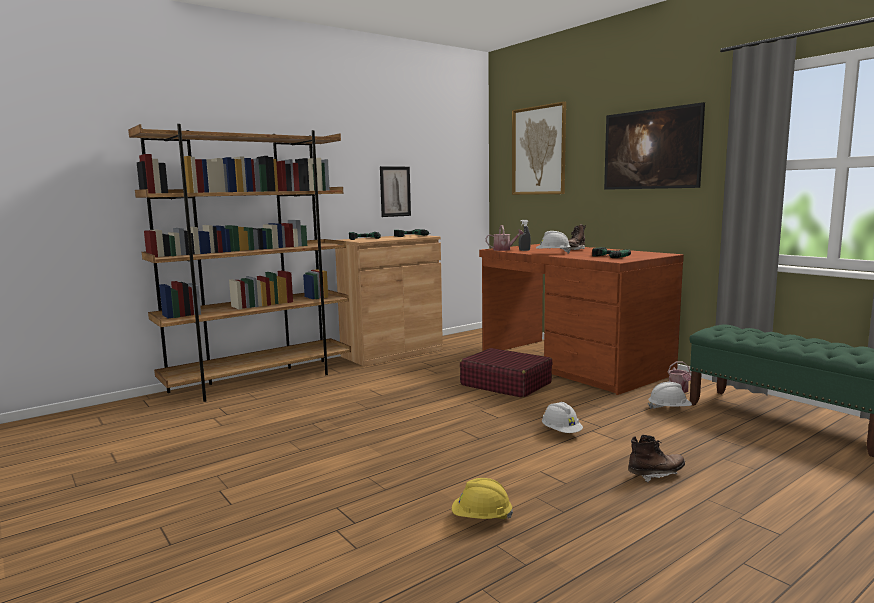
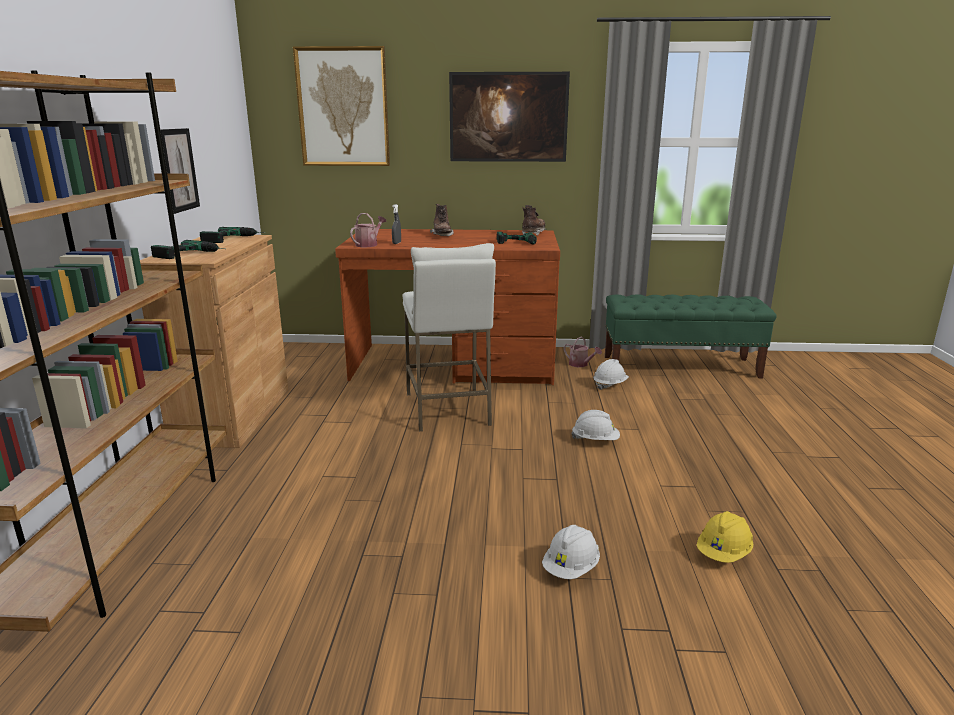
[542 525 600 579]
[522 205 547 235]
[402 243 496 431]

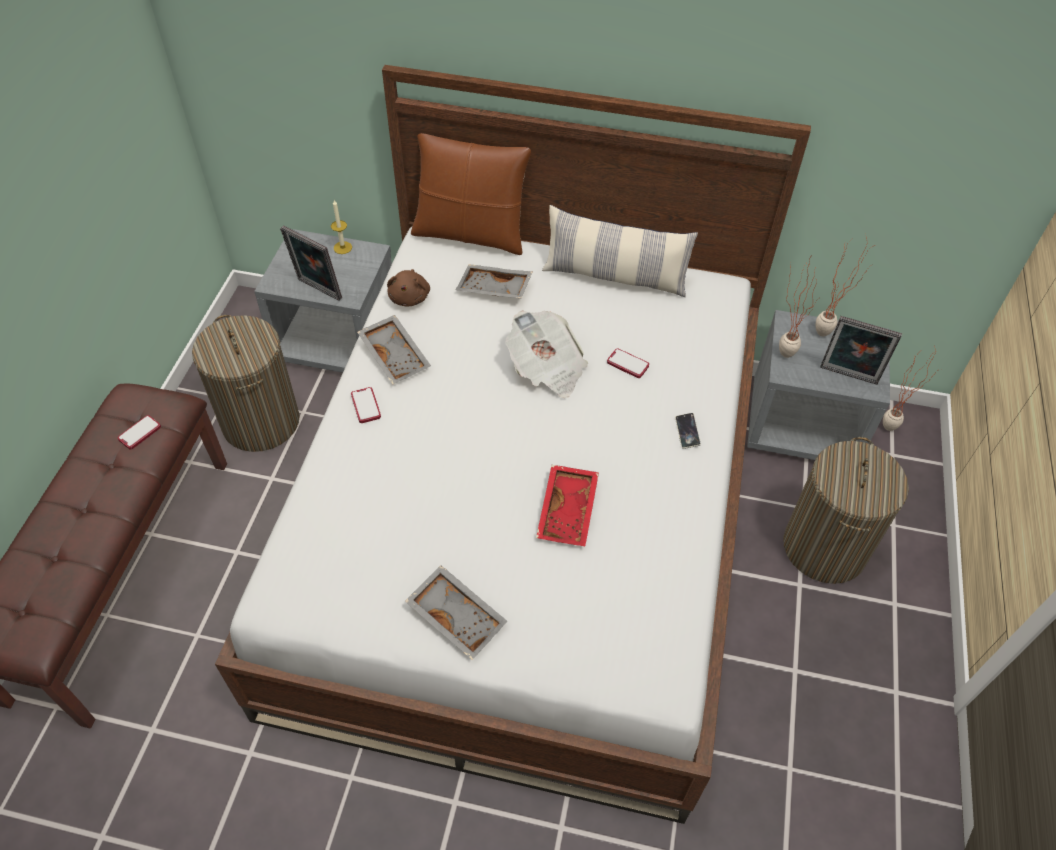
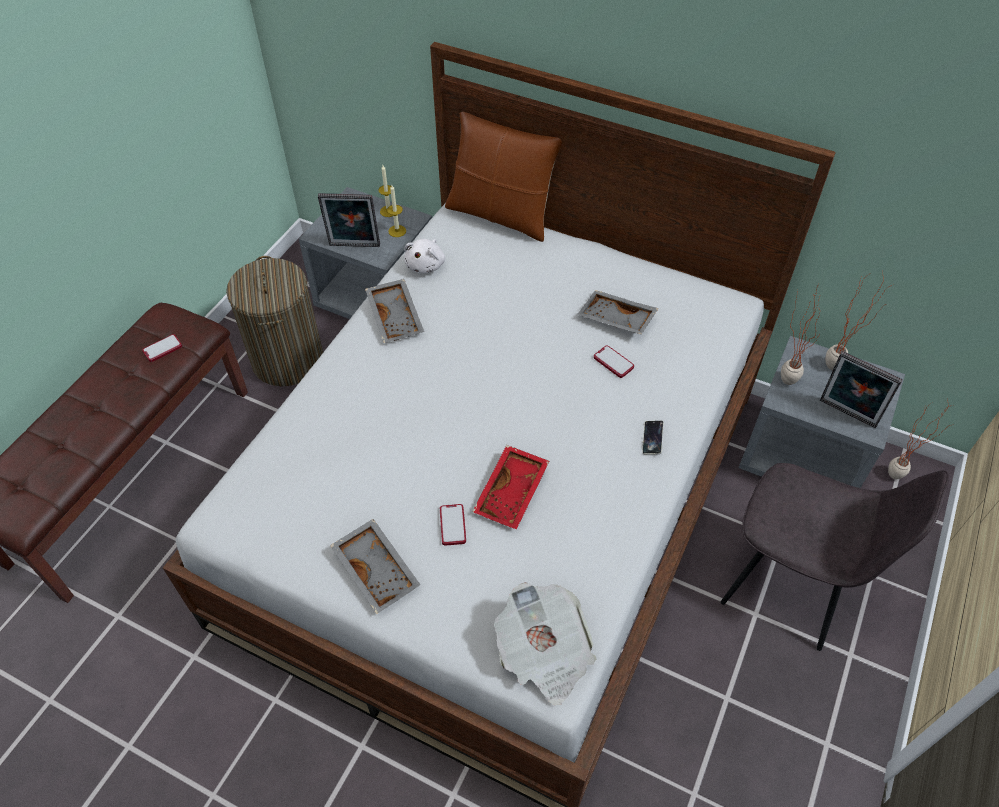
[542 205 698 297] (first image)
[387 186 406 237]
[440 504 466 545]
[577 290 659 334]
[494 582 596 705]
[721 463 949 651]
[404 239 445 273]
[318 193 380 247]

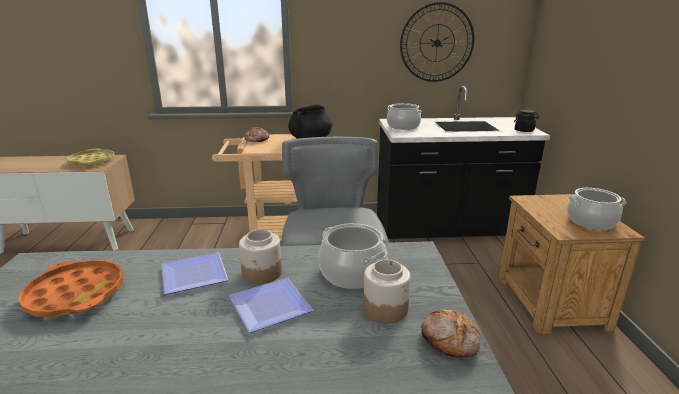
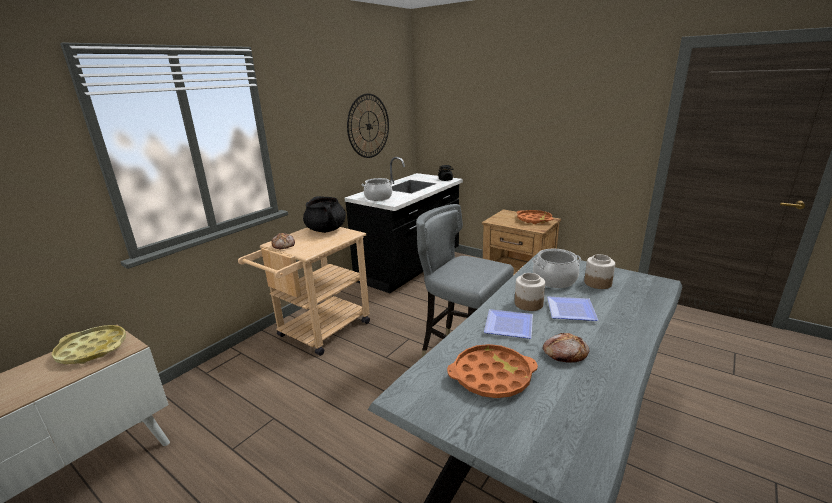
[543 333 589 363]
[517 210 554 224]

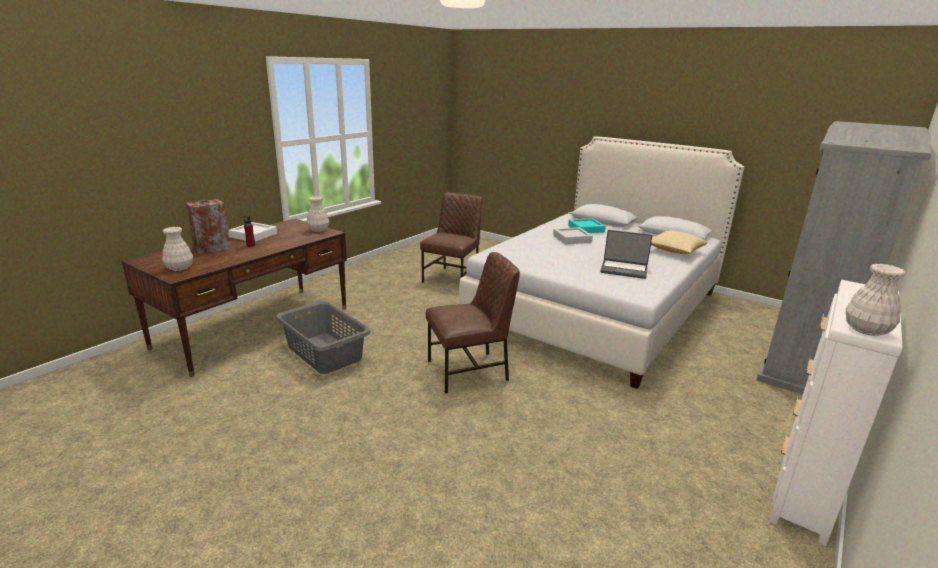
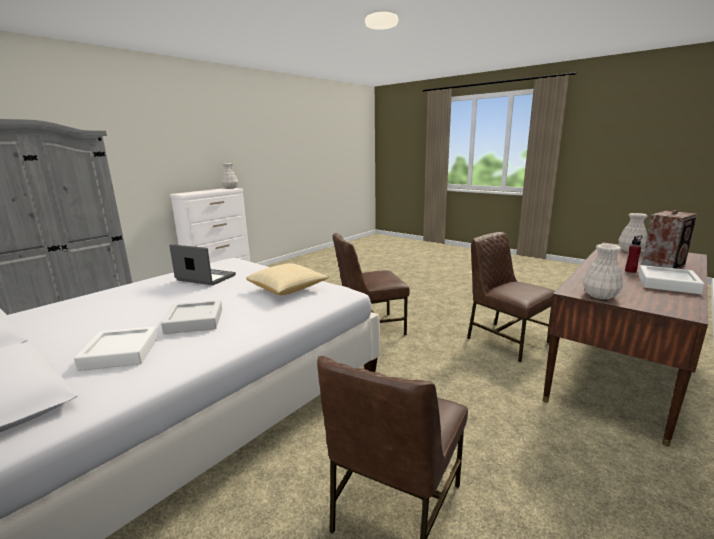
[246 264 328 295]
[467 232 555 362]
[74 326 158 371]

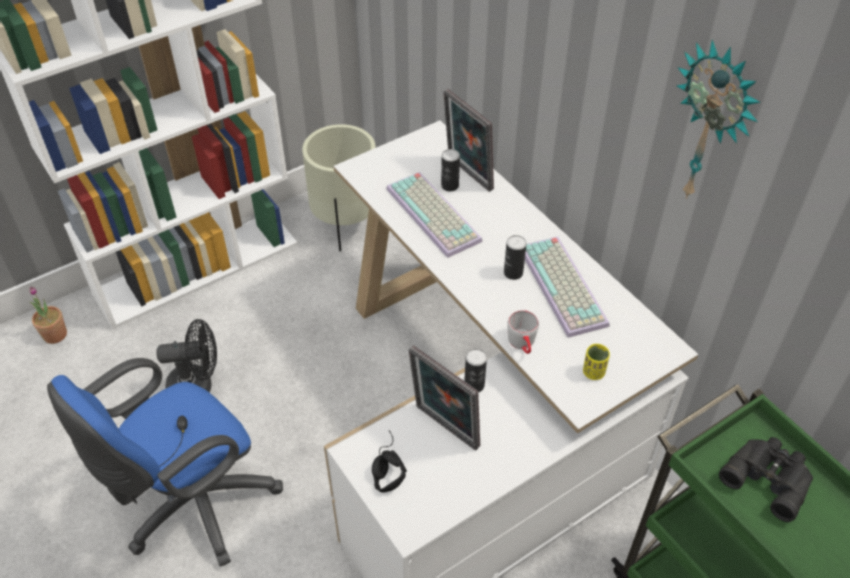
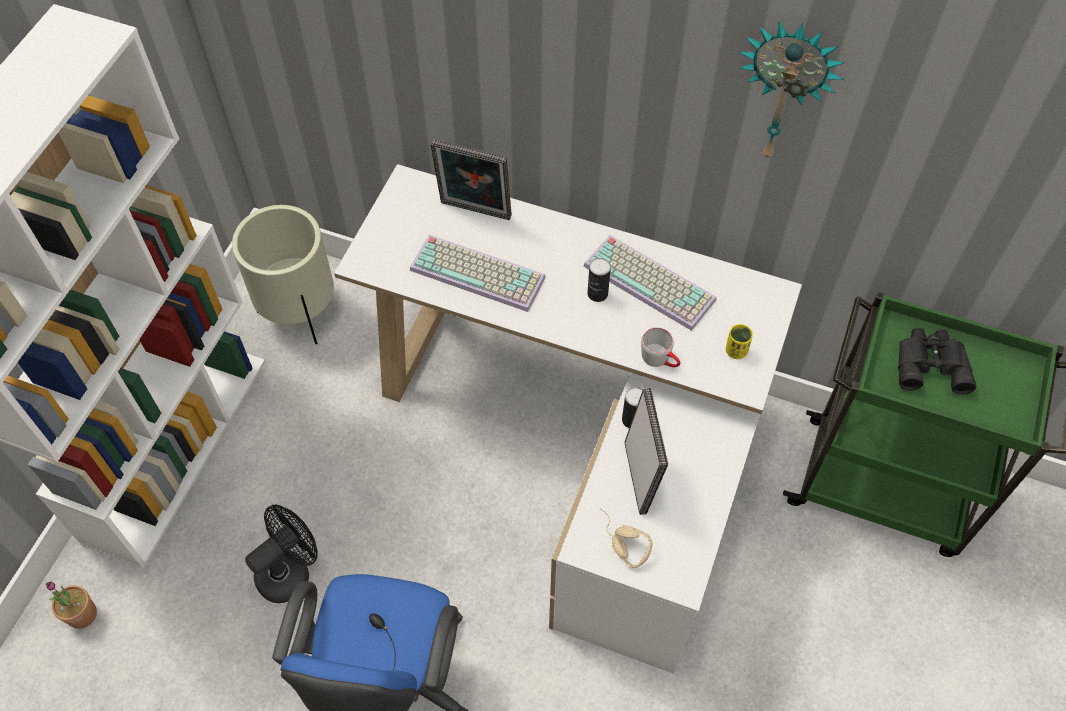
[441 149 460 191] (first image)
[599 508 653 568]
[624 388 668 515]

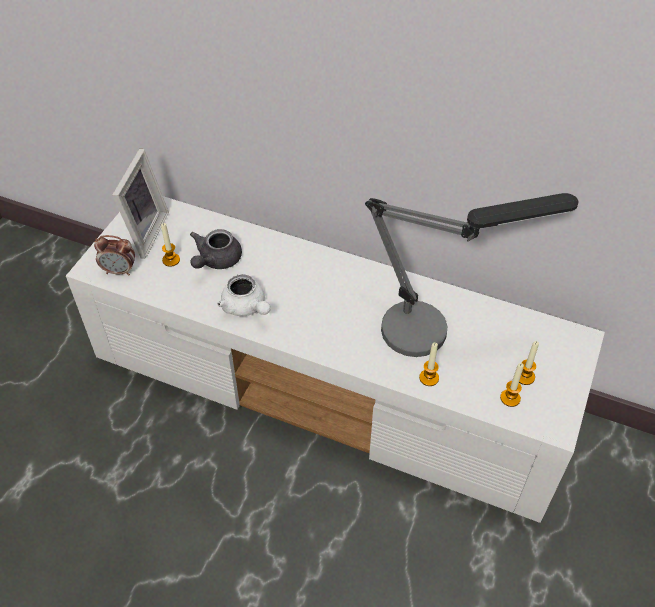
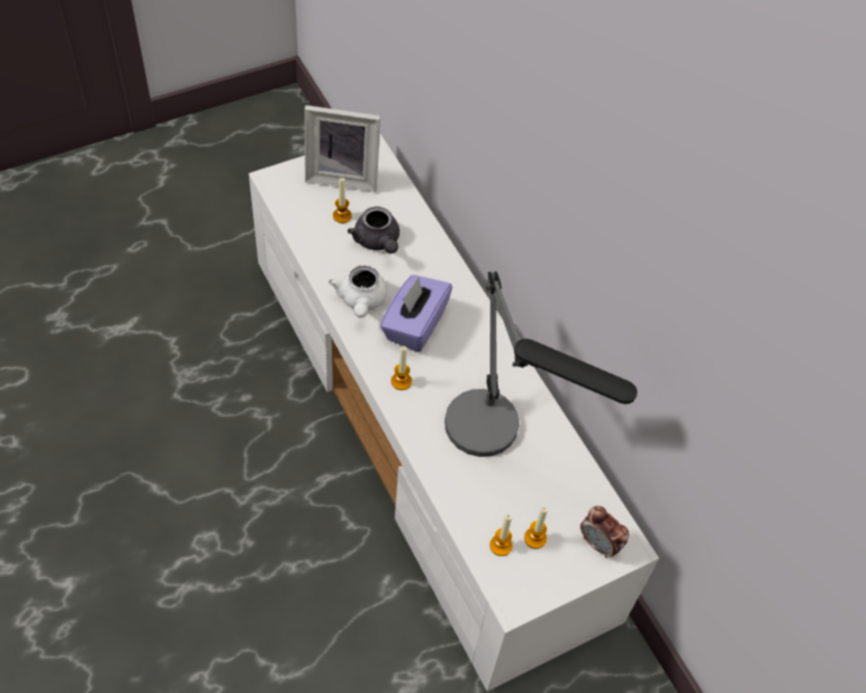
[380 275 453 352]
[580 506 629 558]
[391 346 412 390]
[305 105 381 192]
[347 206 400 254]

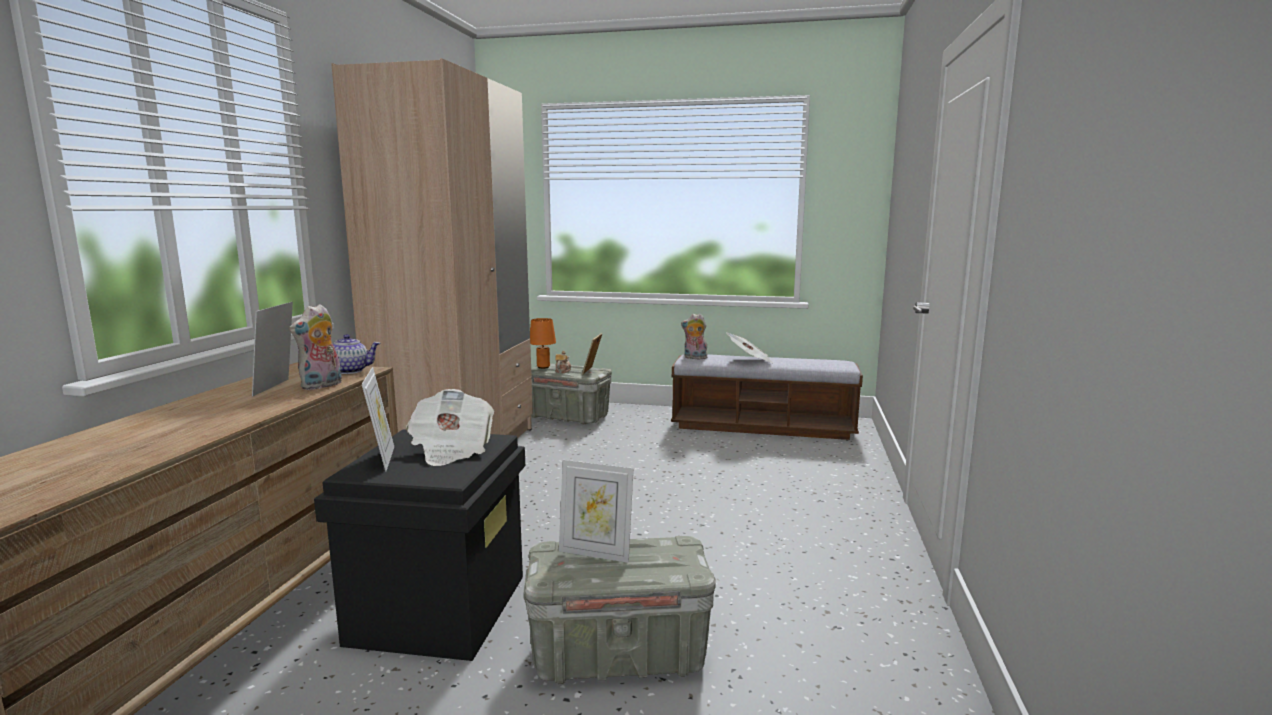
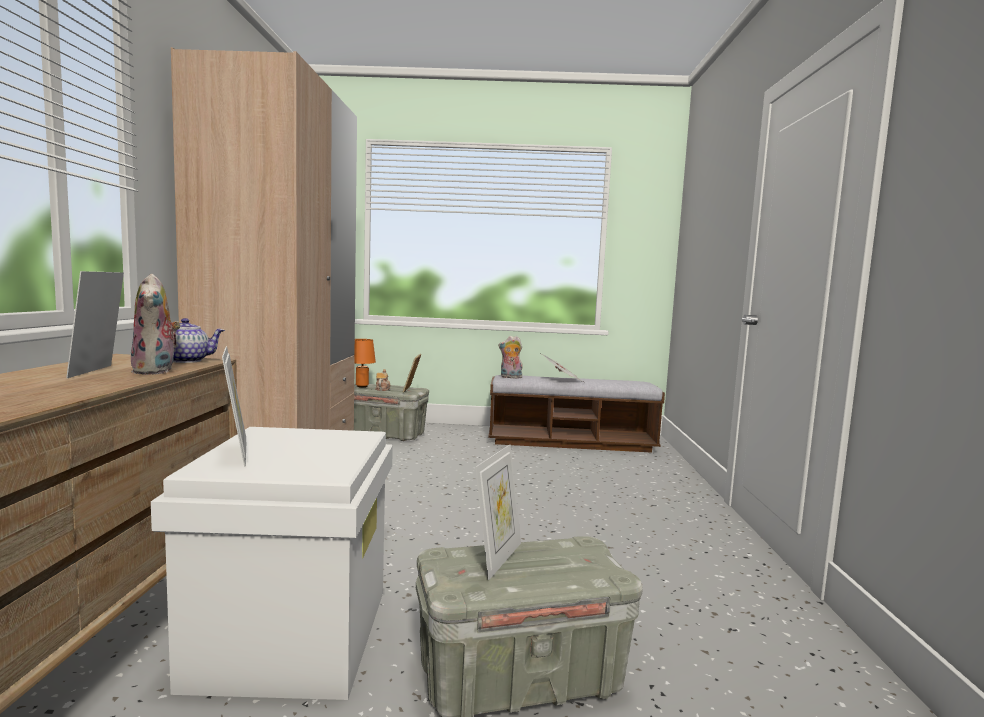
[406 389 494 466] (first image)
[151 427 393 700]
[131 274 180 375]
[476 444 521 580]

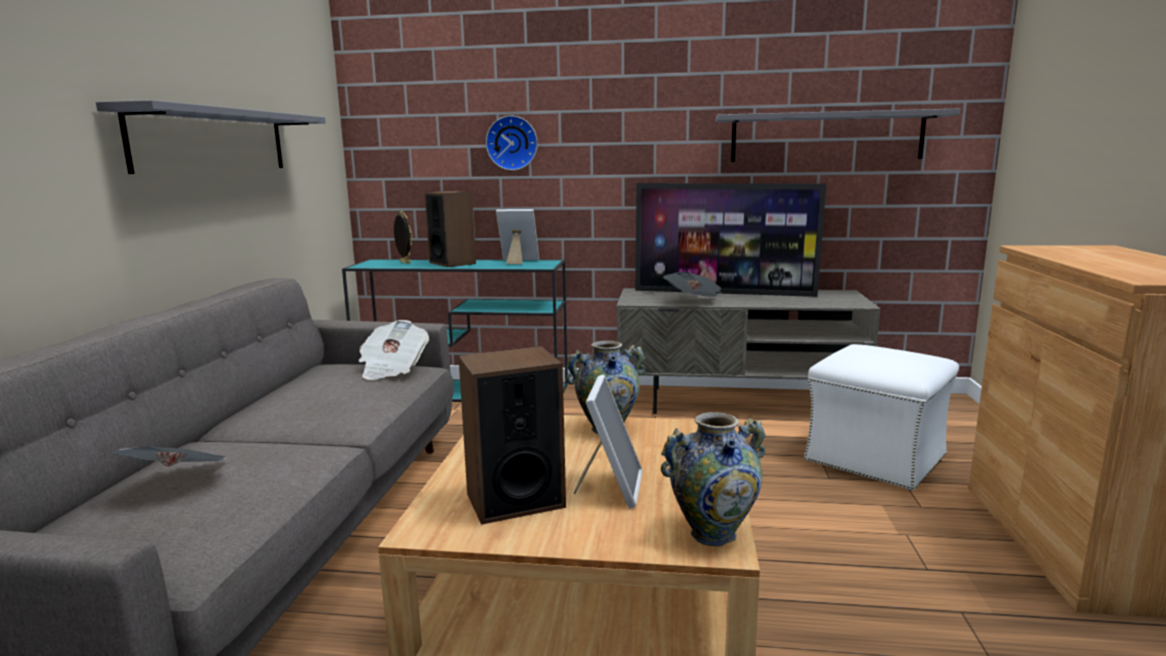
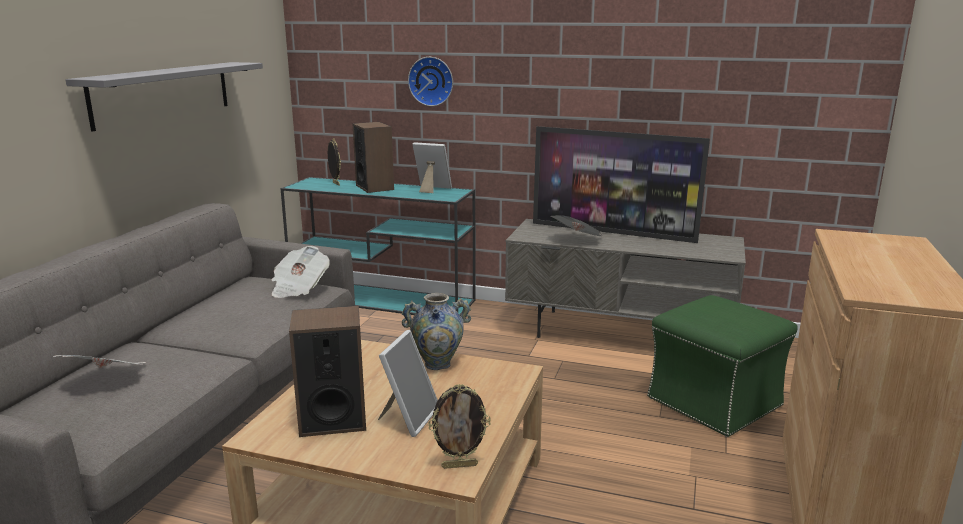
[716 108 960 162] (first image)
[428 384 491 469]
[647 295 798 437]

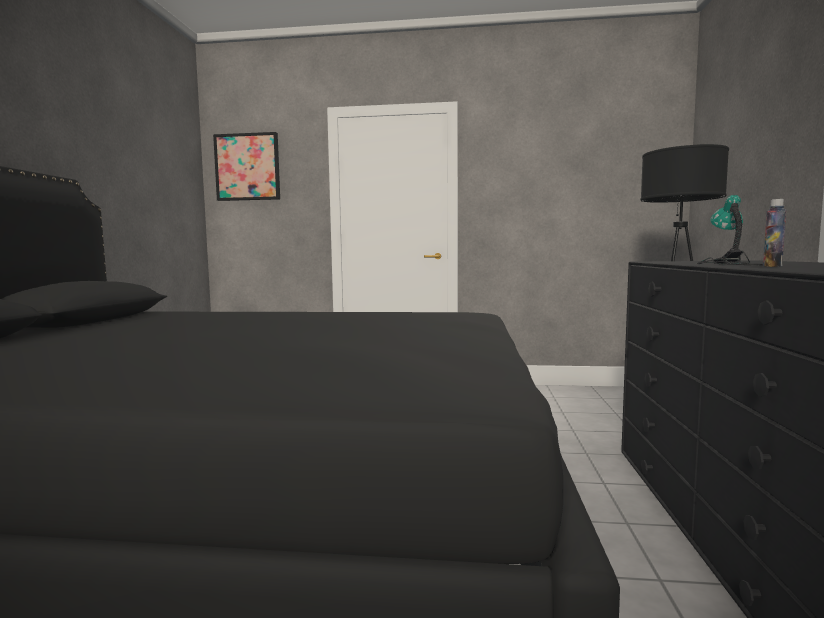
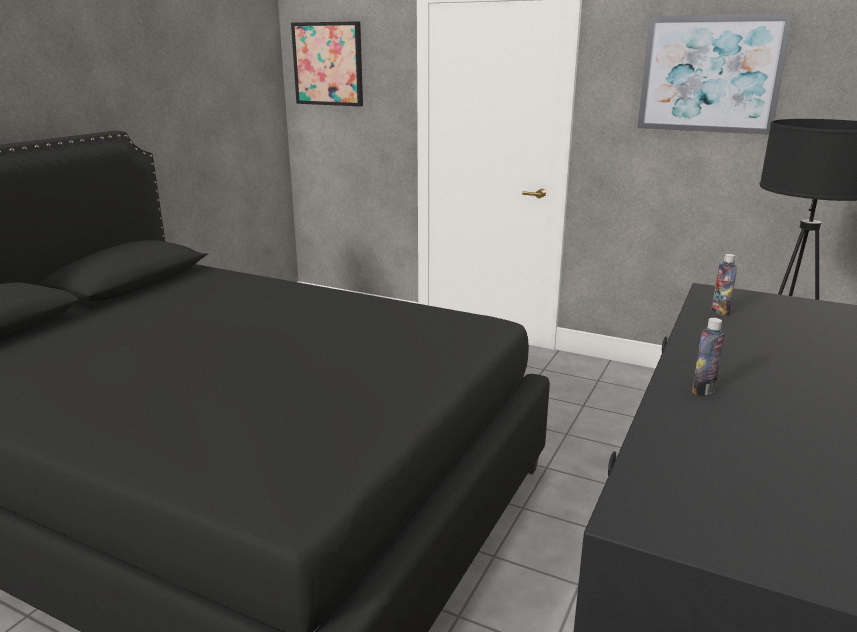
[696 195 763 265] (first image)
[637 14 793 135]
[712 254 737 316]

